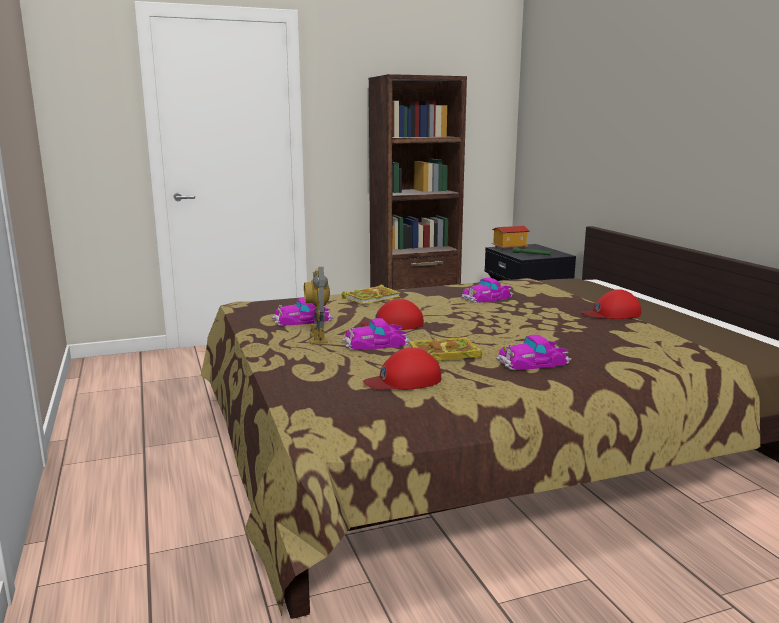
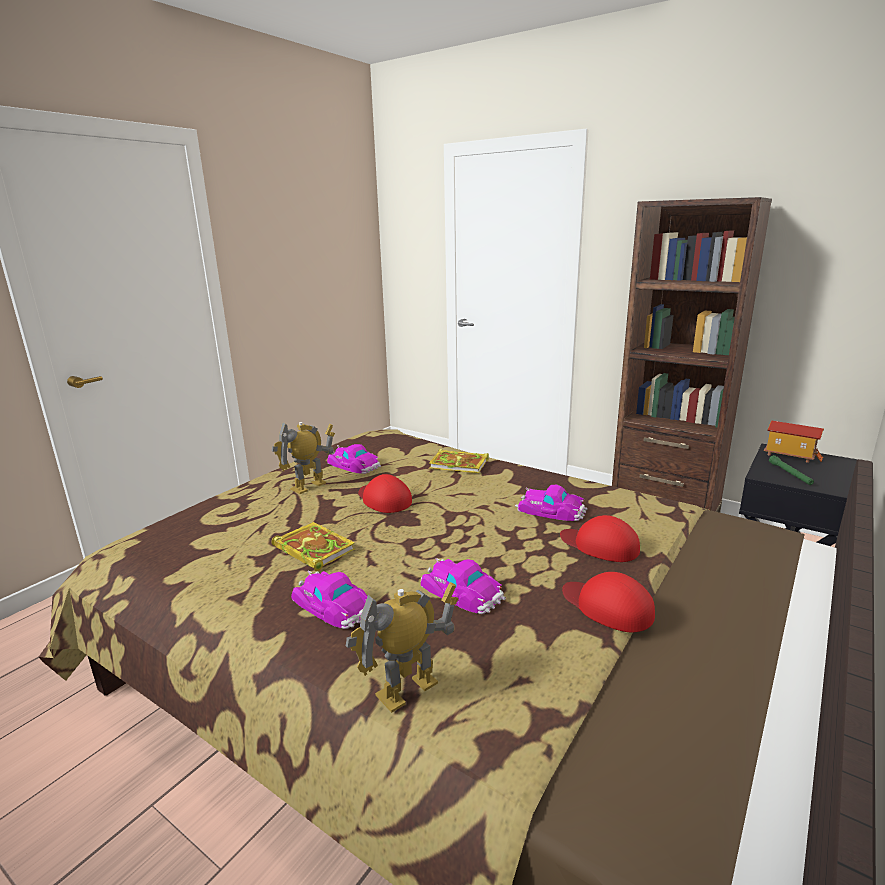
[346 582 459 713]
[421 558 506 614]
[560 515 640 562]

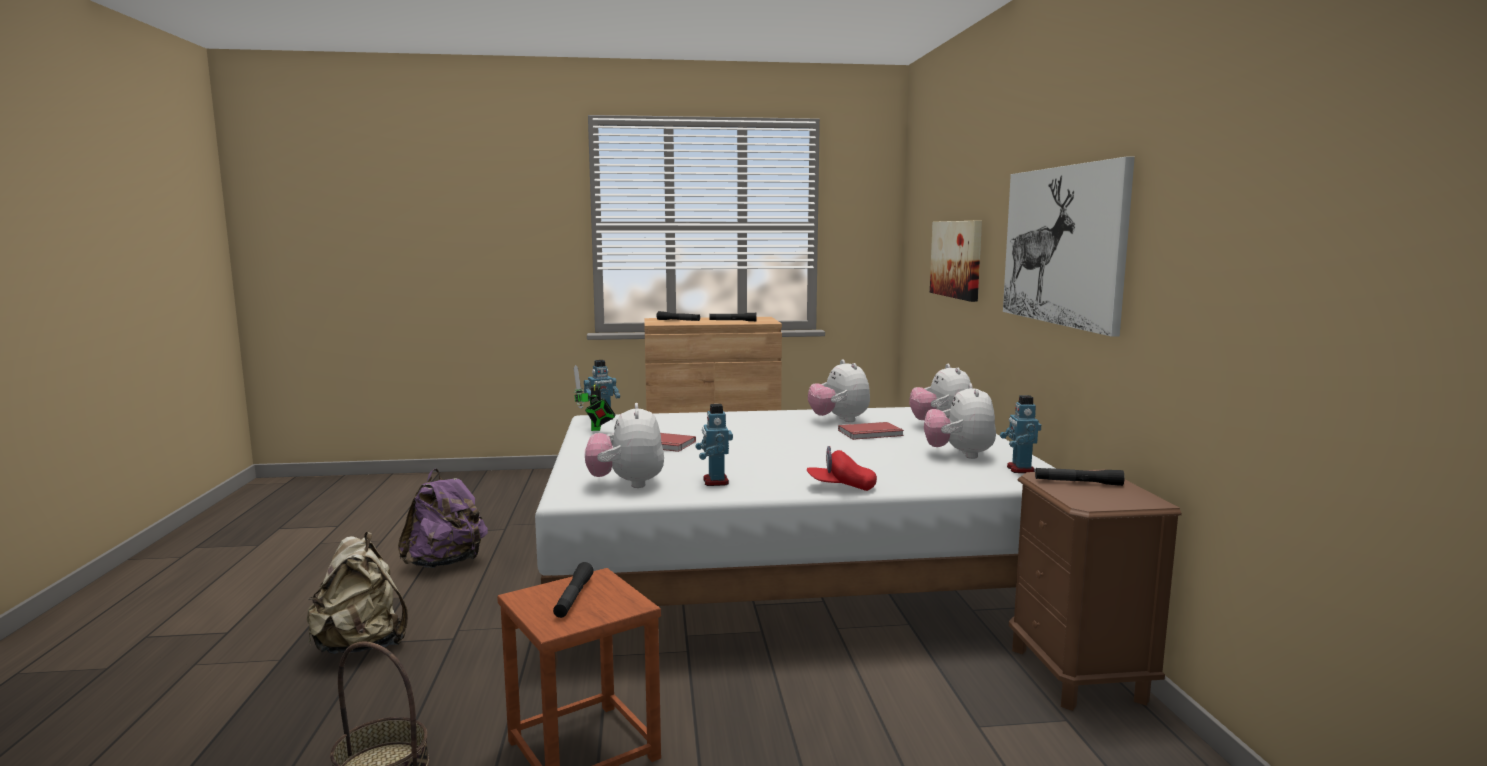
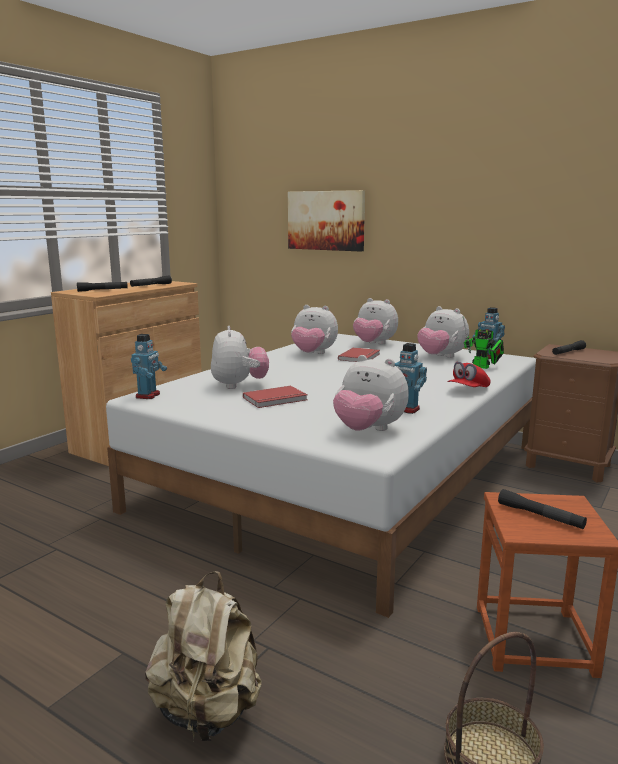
[398 469 488 568] (first image)
[1003 157 1135 337] (first image)
[211 326 269 389]
[463 316 504 369]

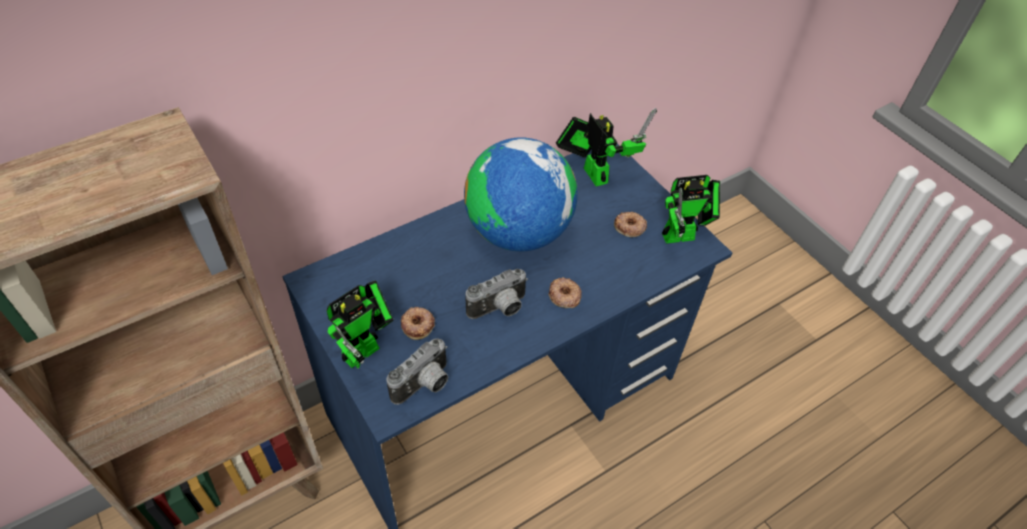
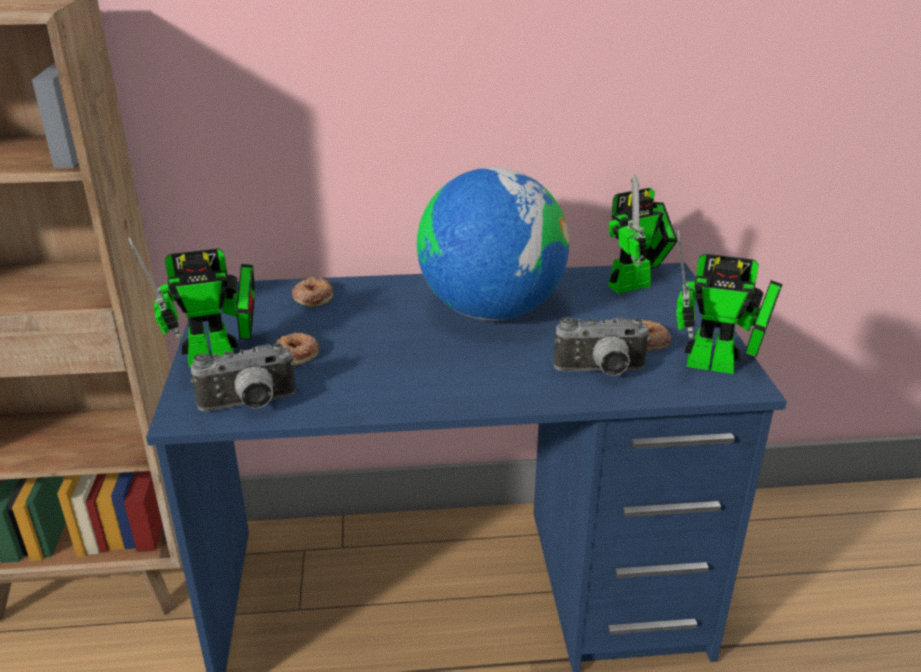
[554 317 651 376]
[292 277 333 307]
[608 174 677 294]

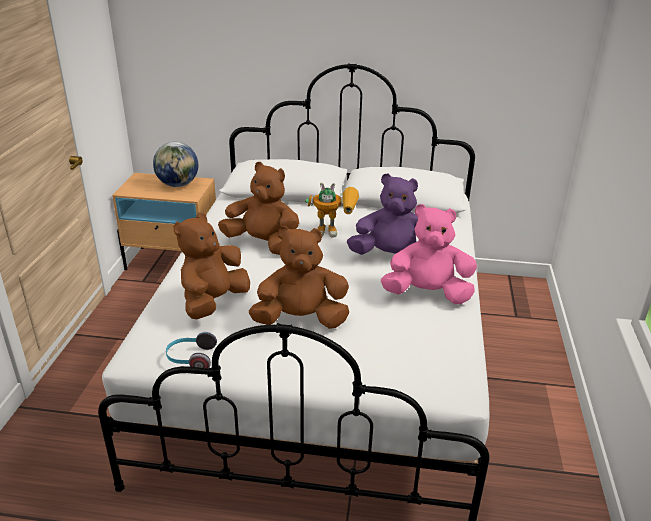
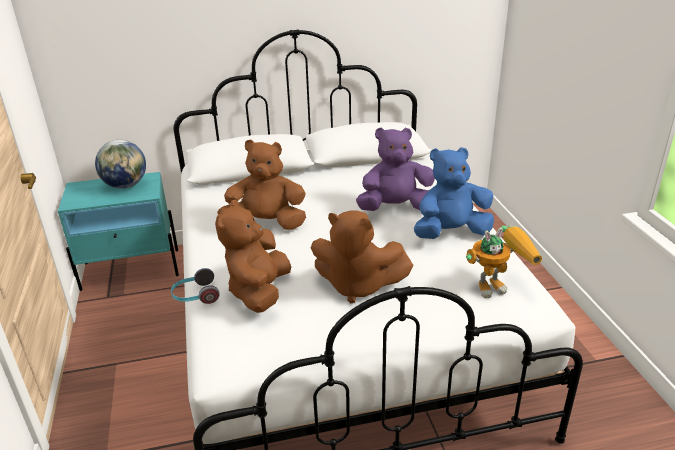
[171 268 220 304]
[466 226 542 298]
[58 172 179 291]
[414 147 494 239]
[311 210 413 303]

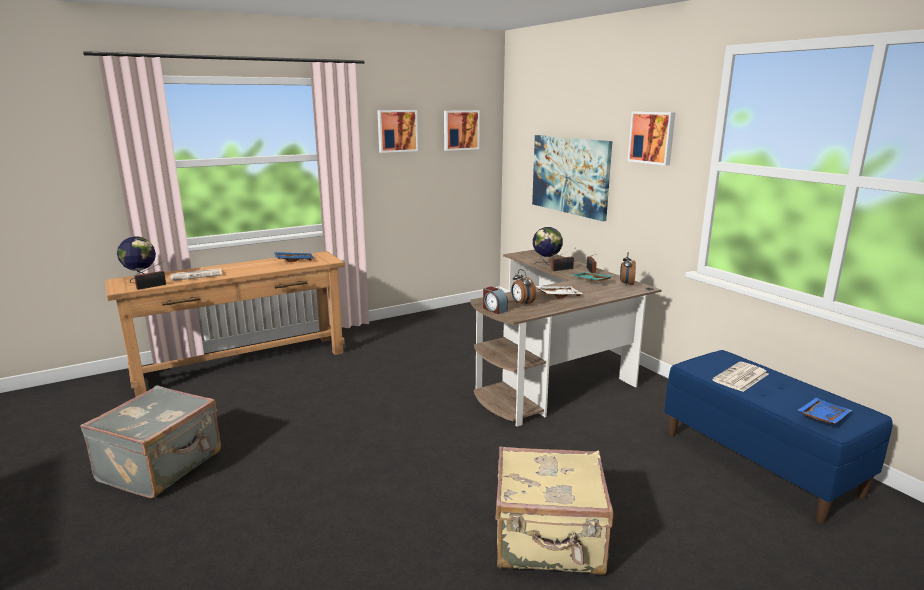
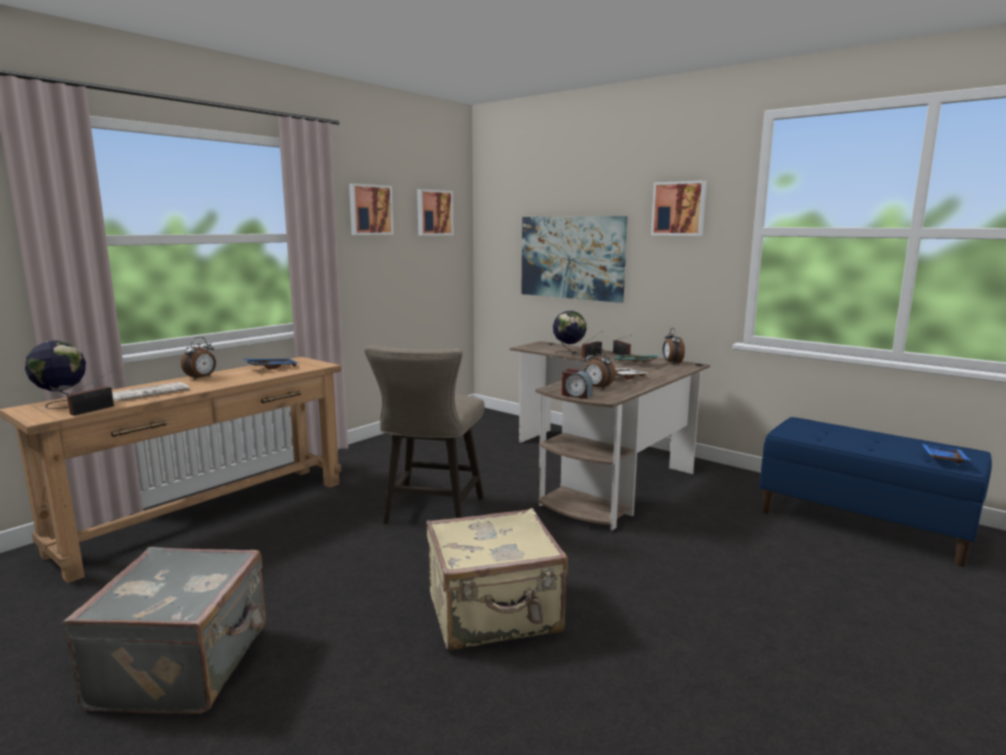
[712 362 768 392] (first image)
[181 337 216 380]
[365 345 485 524]
[426 508 568 651]

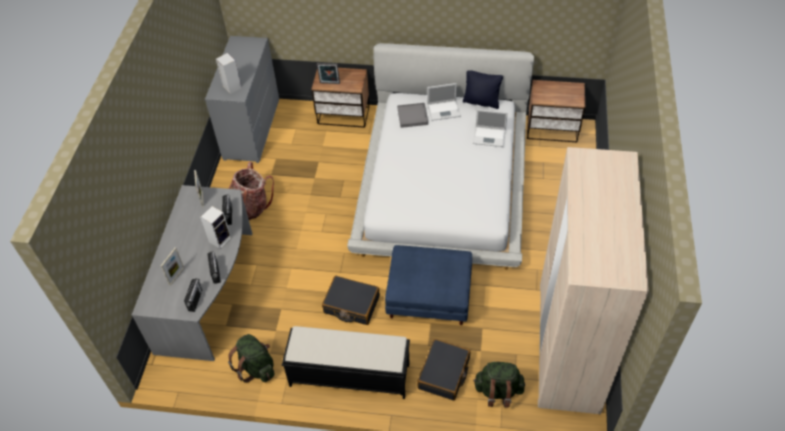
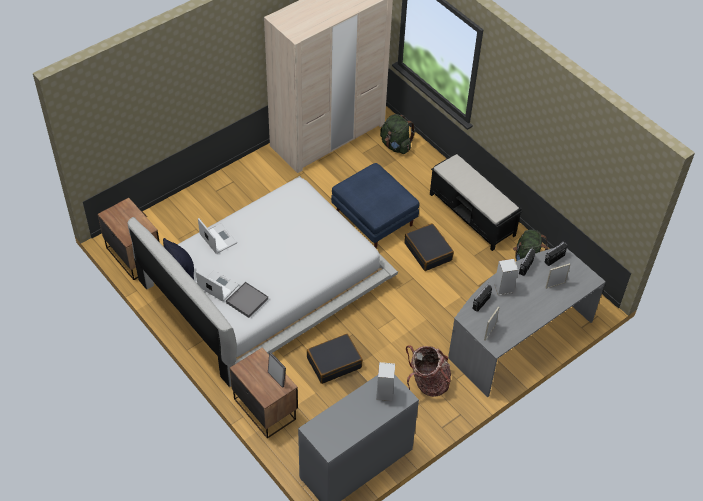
[307 334 363 384]

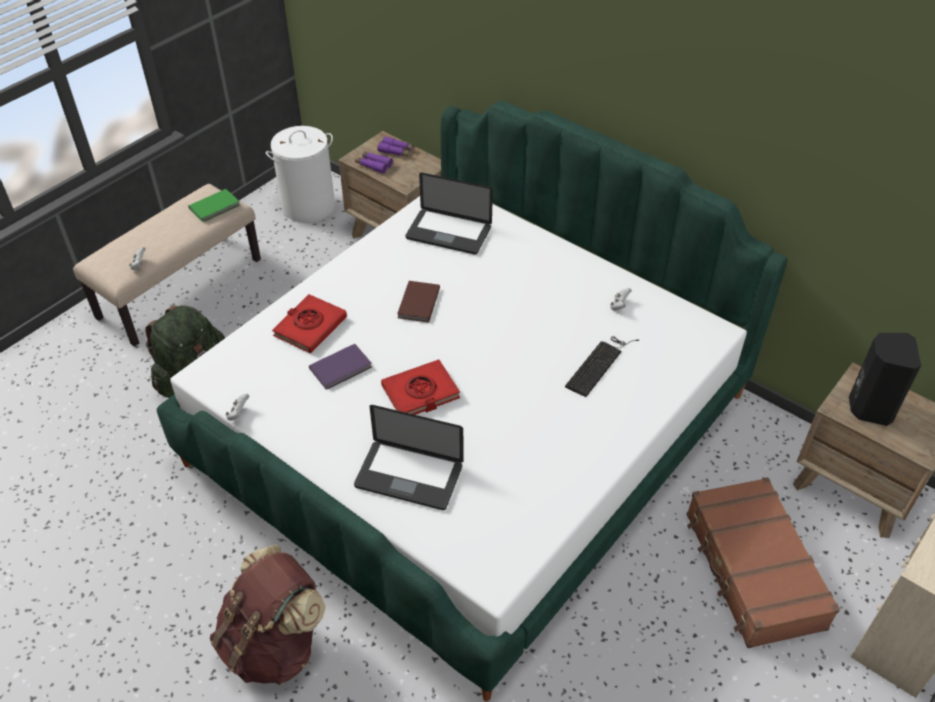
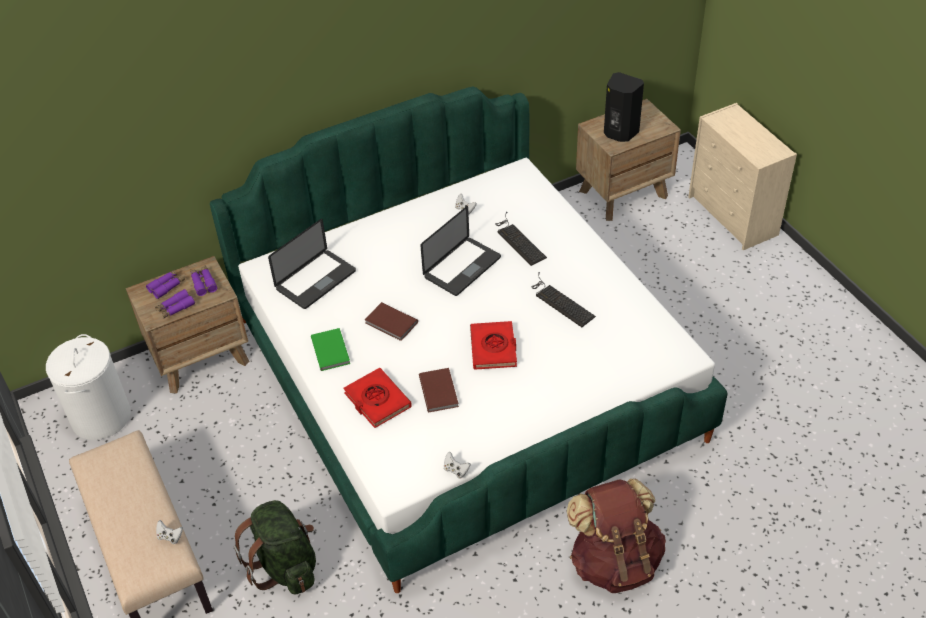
[687 477 840 648] (first image)
[190 265 218 296]
[531 272 596 327]
[311 328 350 371]
[420 206 501 296]
[419 368 459 412]

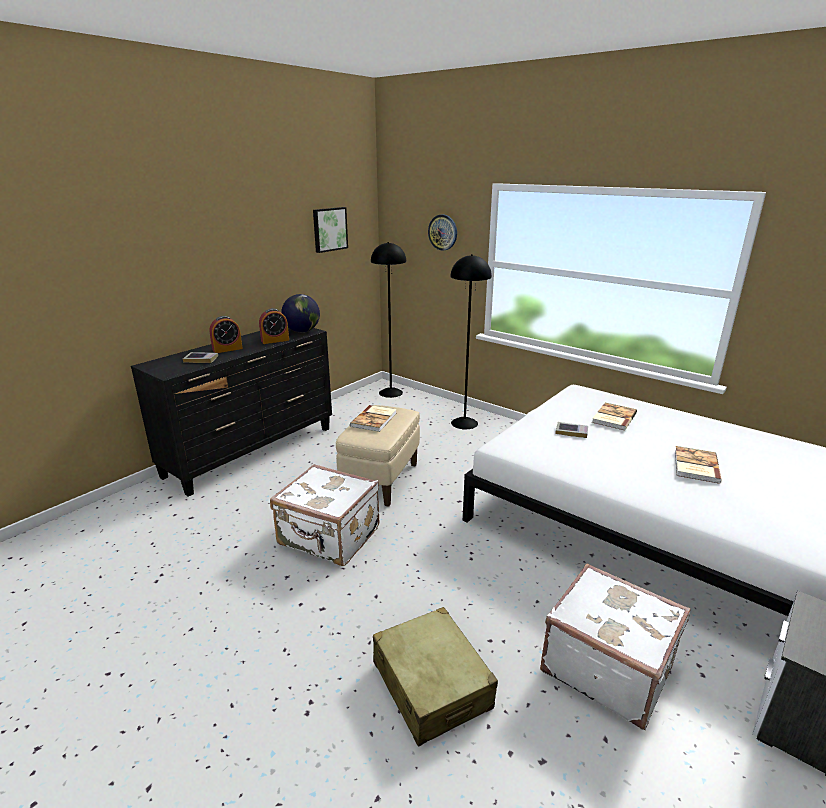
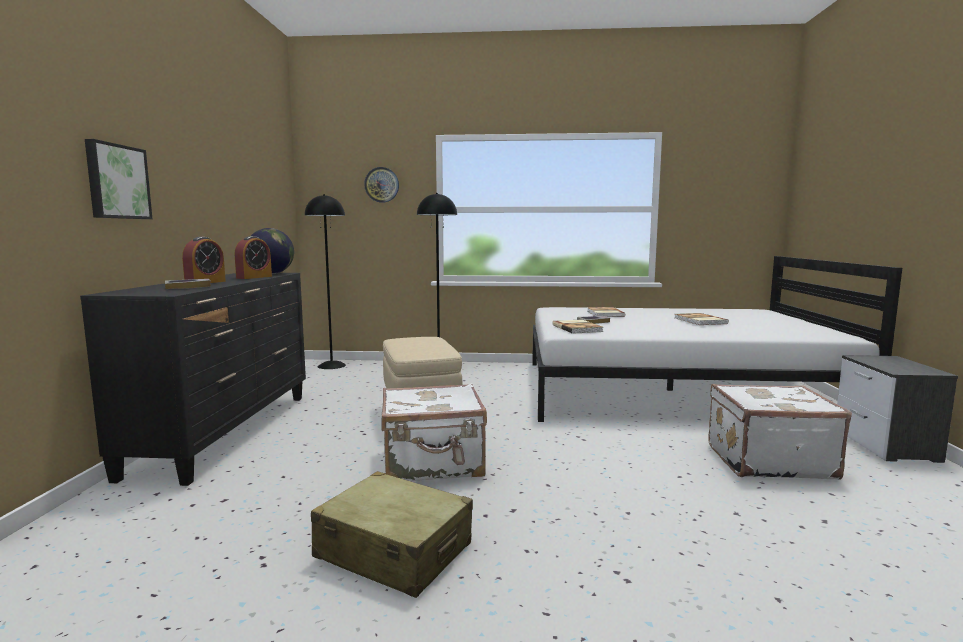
[85 139 152 219]
[552 320 603 334]
[311 471 473 598]

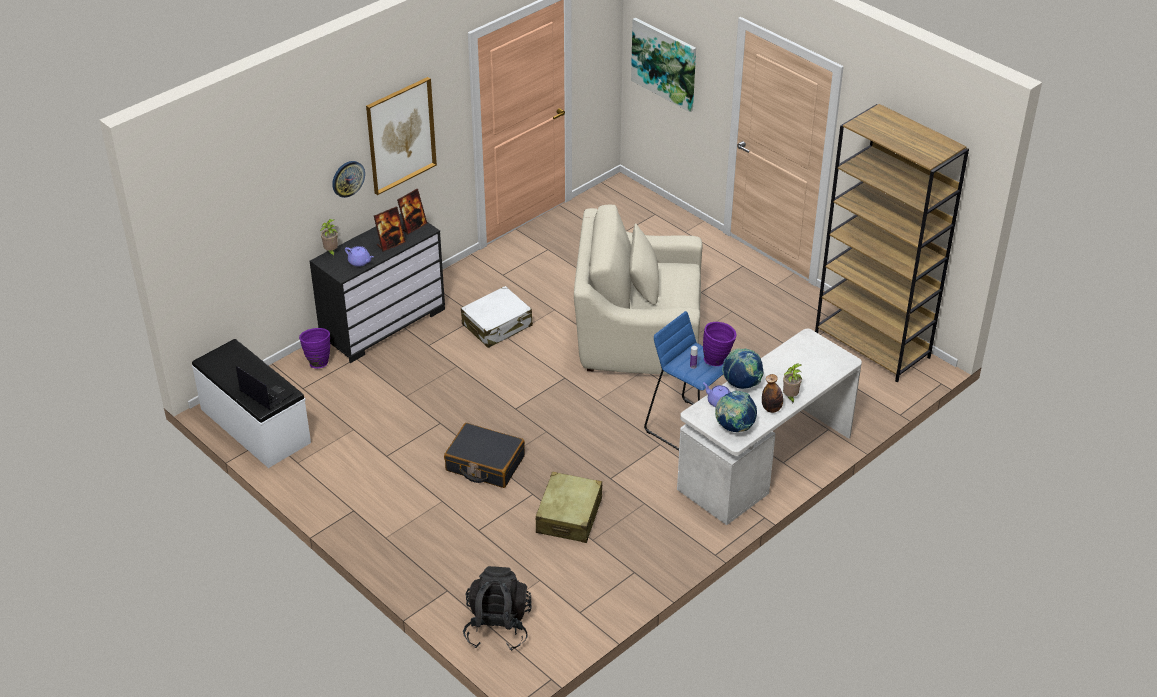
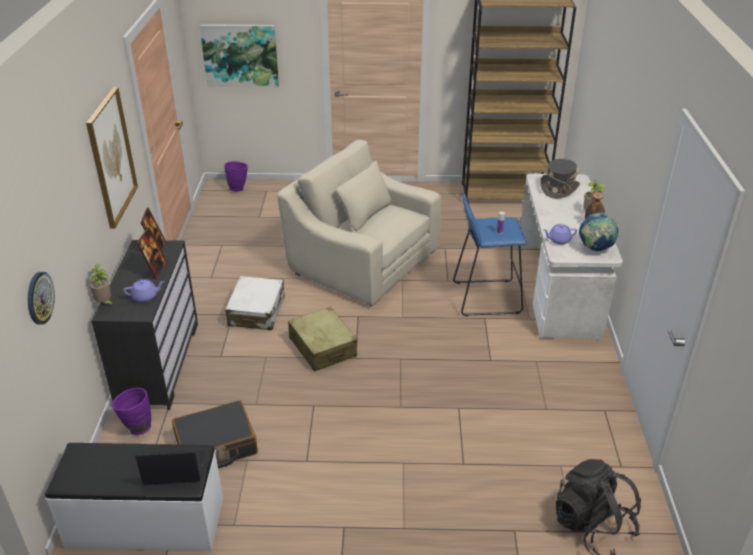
[722 348 764 389] (first image)
[540 159 580 199]
[28 272 55 324]
[172 400 258 468]
[288 307 357 372]
[224 161 248 192]
[277 140 441 306]

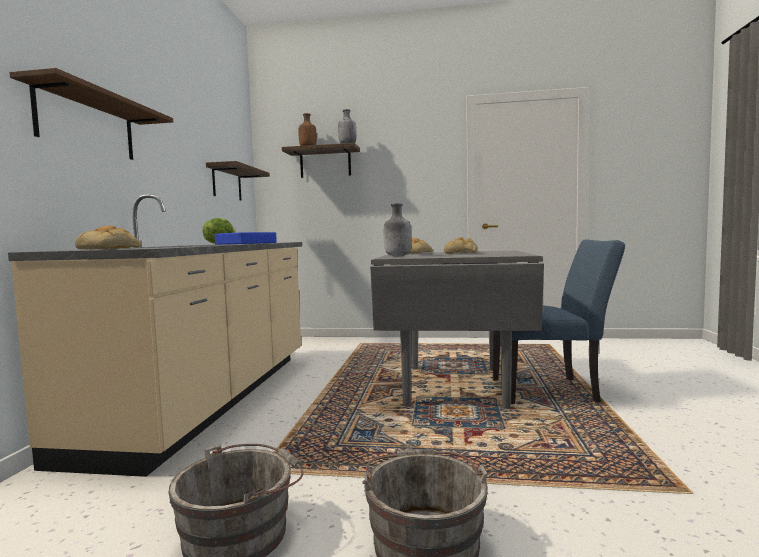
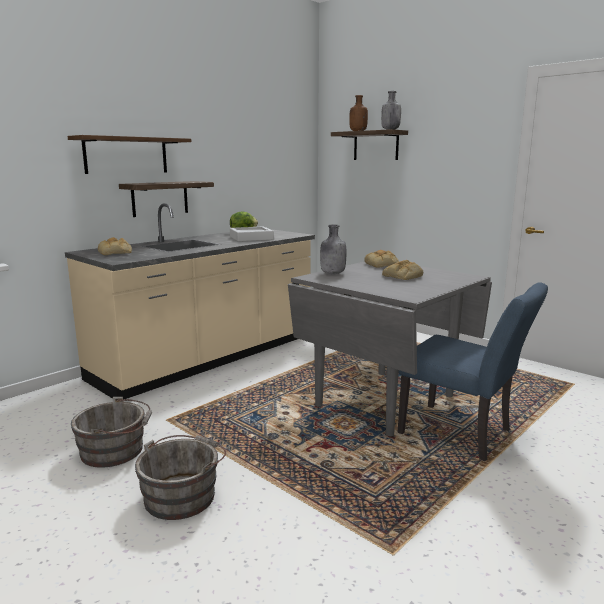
[119 181 214 217]
[230 226 274 242]

